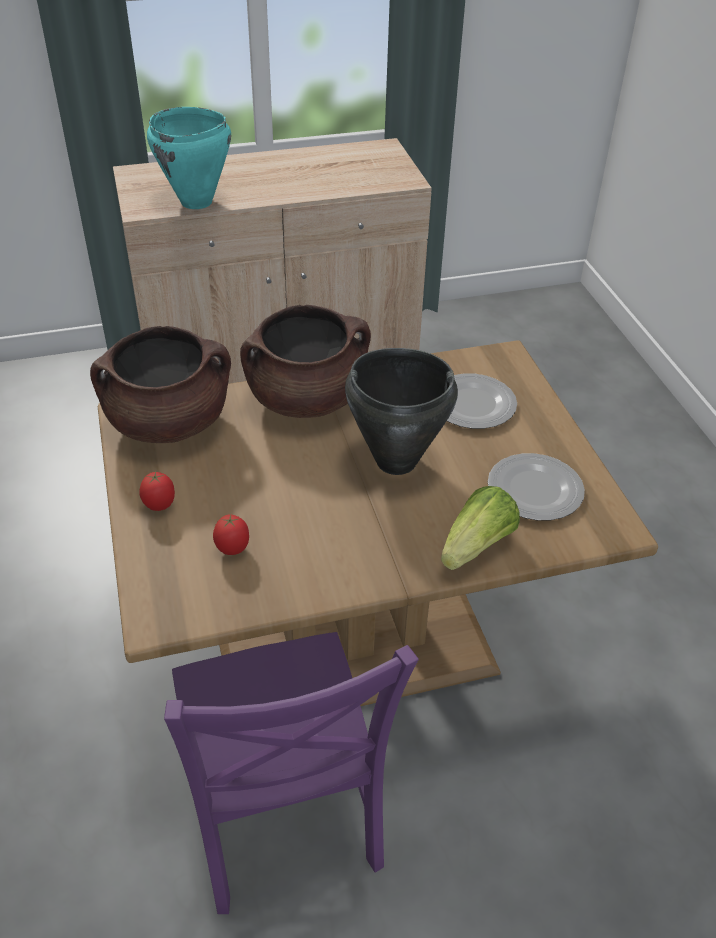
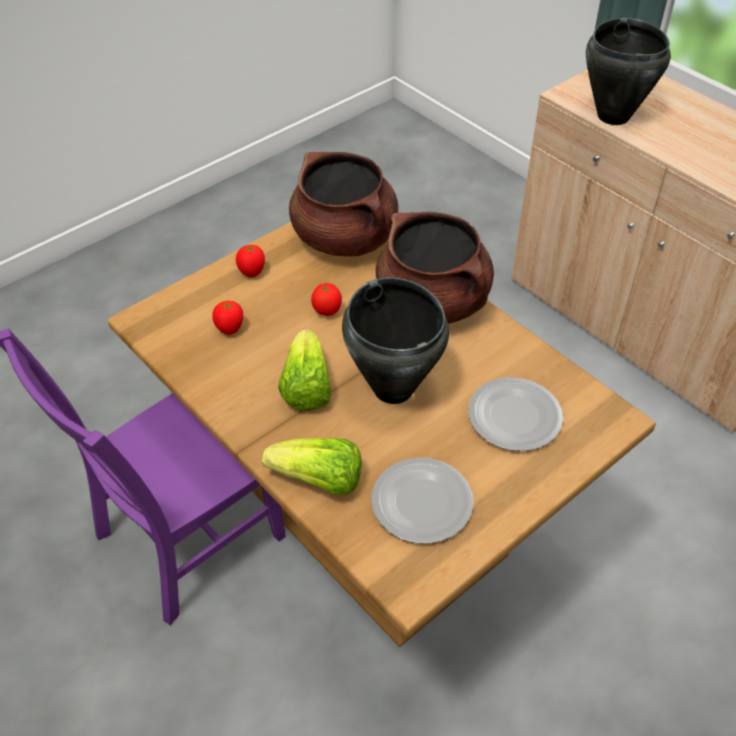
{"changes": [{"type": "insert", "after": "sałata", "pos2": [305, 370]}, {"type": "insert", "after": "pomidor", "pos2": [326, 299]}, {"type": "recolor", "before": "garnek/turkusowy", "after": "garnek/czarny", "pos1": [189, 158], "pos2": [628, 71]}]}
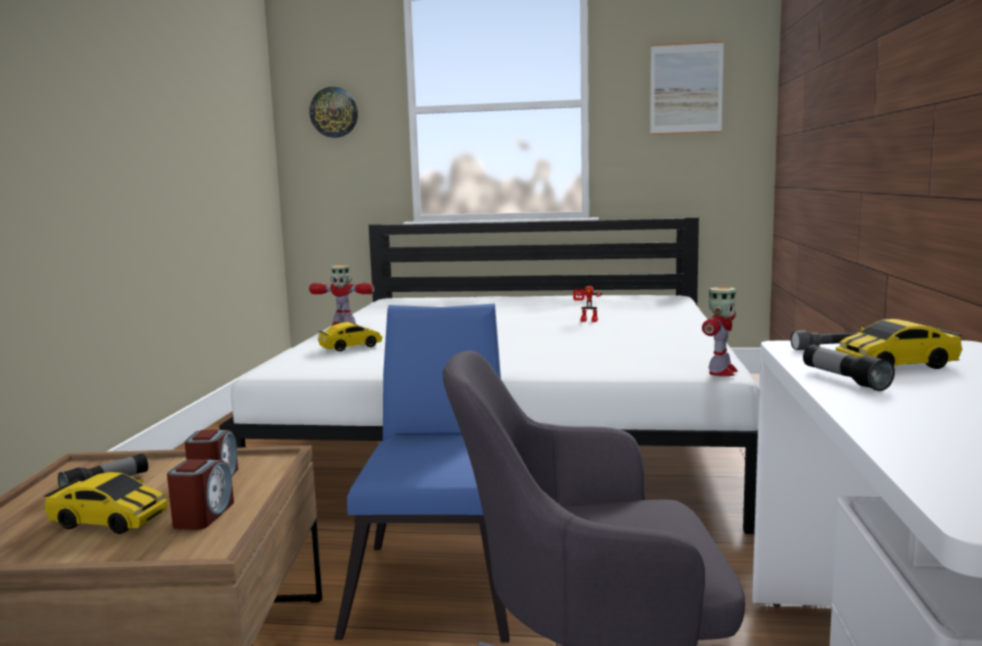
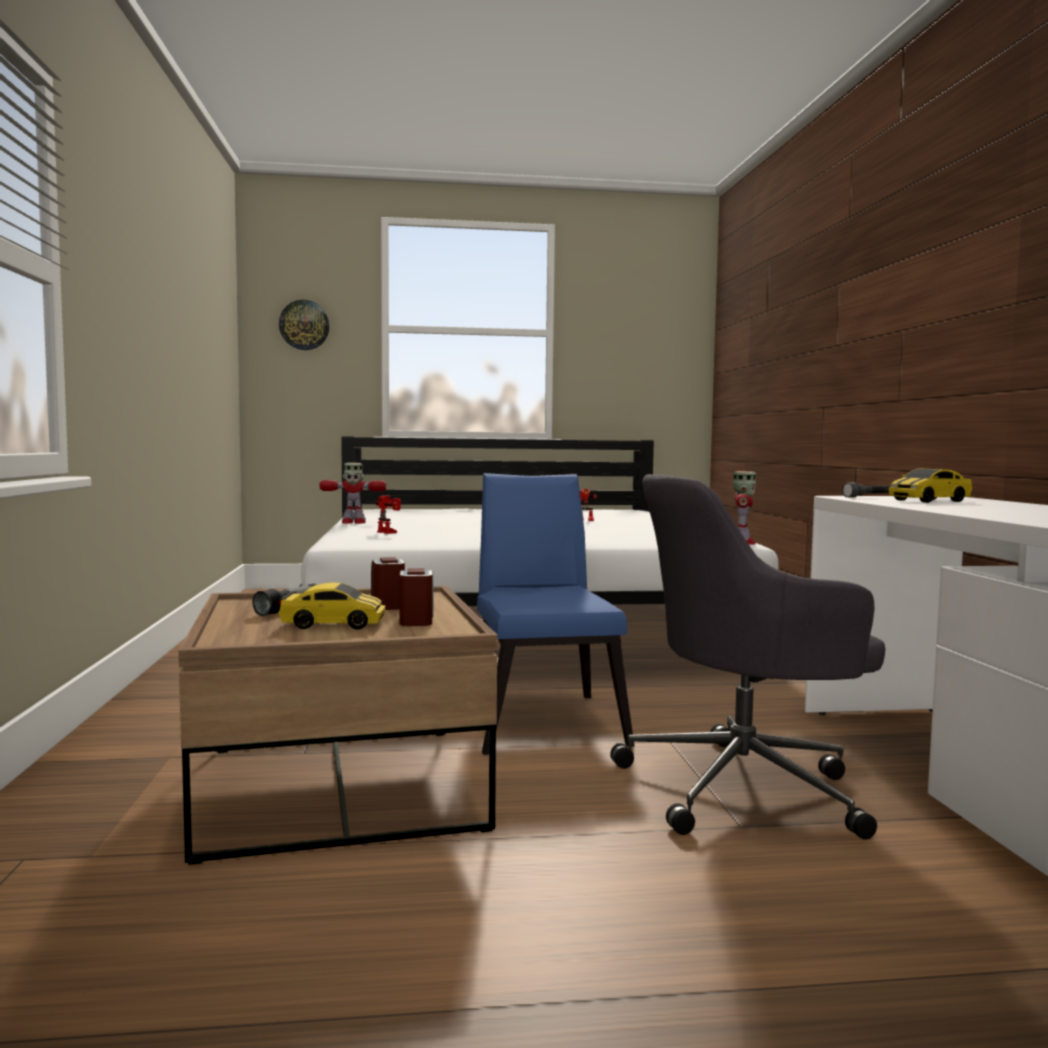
{"changes": [{"type": "delete", "before": "obraz", "pos1": [687, 87]}, {"type": "delete", "before": "latarka", "pos1": [849, 368]}, {"type": "replace", "before": "samochodzik", "after": "robot zabawkowy", "pos1": [350, 336], "pos2": [388, 515]}]}
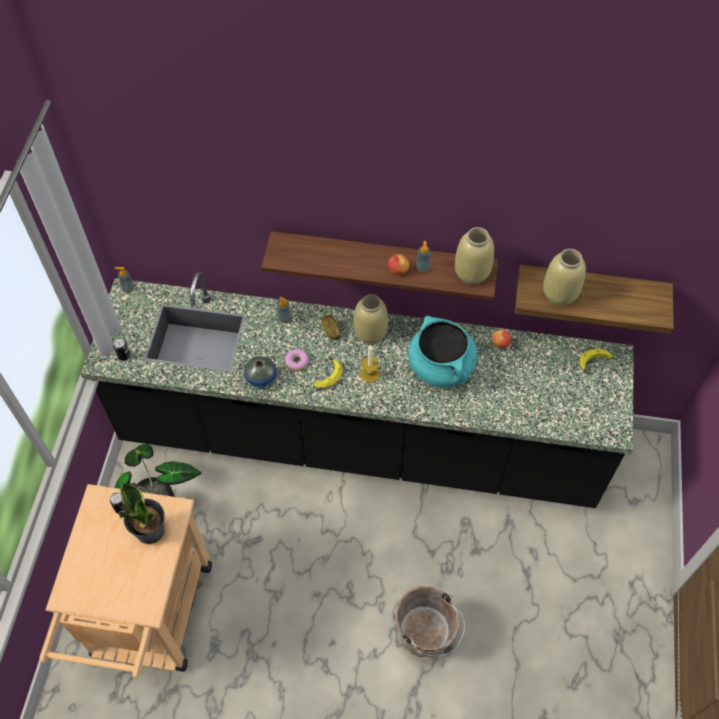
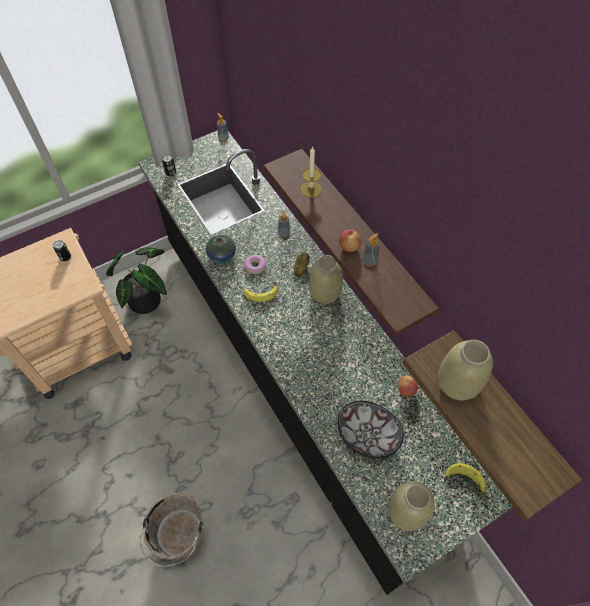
{"changes": [{"type": "delete", "before": "roślina doniczkowa", "pos1": [142, 513]}, {"type": "delete", "before": "garnek/turkusowy", "pos1": [443, 352]}, {"type": "insert", "after": "miska", "pos2": [371, 430]}, {"type": "move", "before": "świeca", "pos1": [370, 364], "pos2": [311, 172]}, {"type": "move", "before": "wazon/beżowy", "pos1": [474, 255], "pos2": [411, 506]}]}
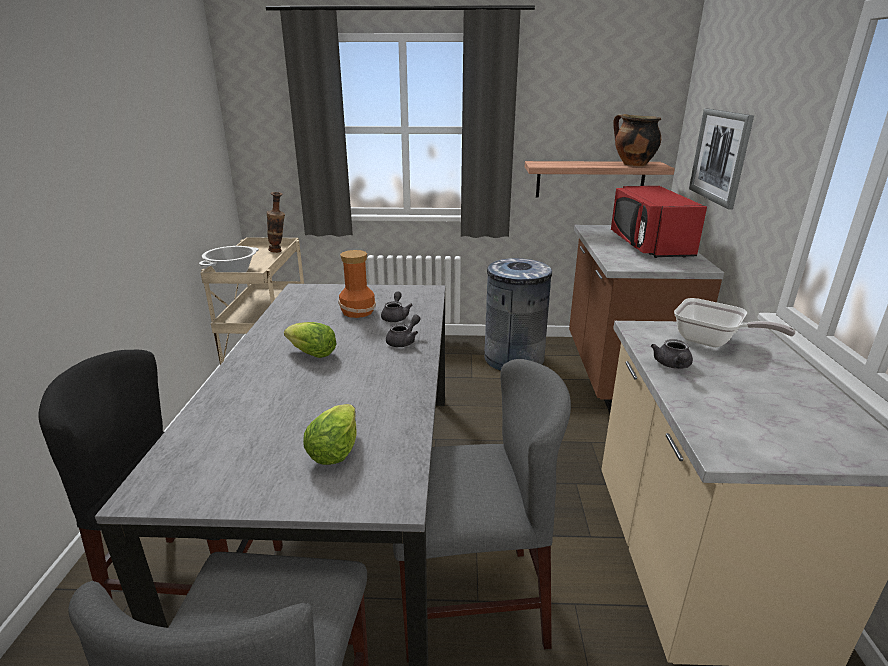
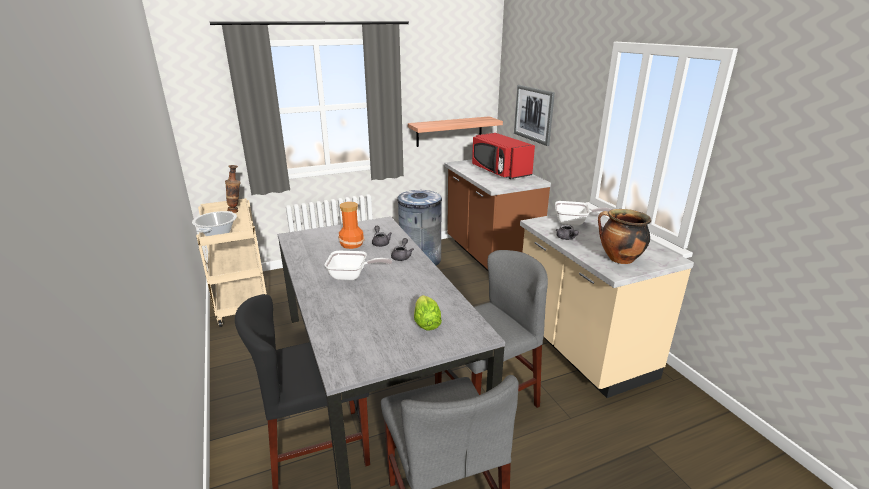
{"changes": [{"type": "move", "before": "garnek", "pos1": [637, 140], "pos2": [624, 236]}, {"type": "replace", "before": "sałata", "after": "patelnia", "pos1": [310, 340], "pos2": [358, 265]}]}
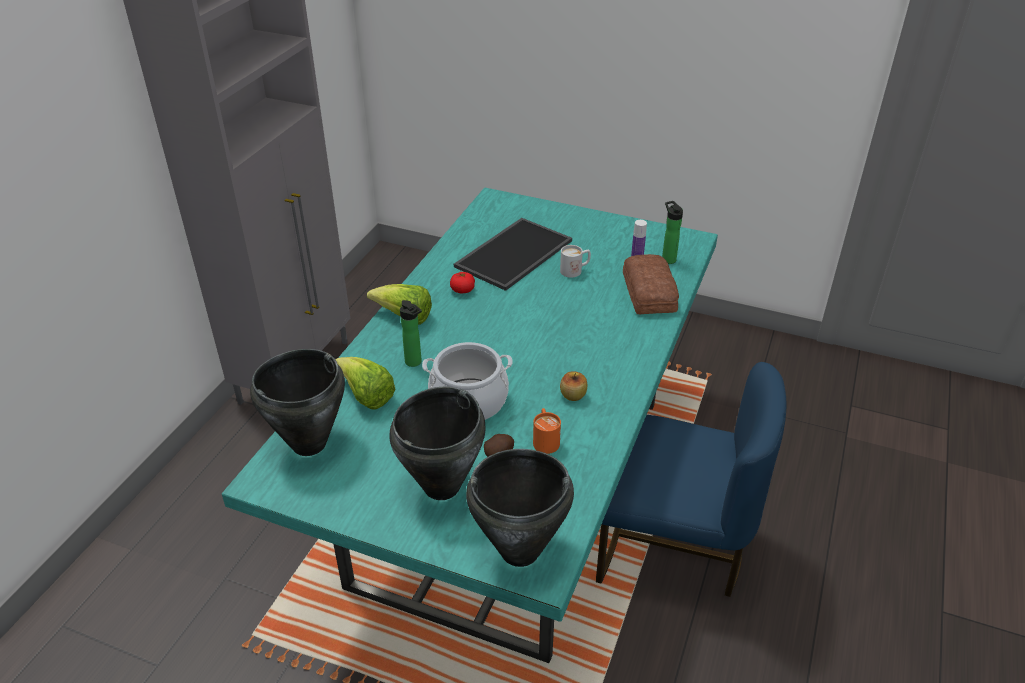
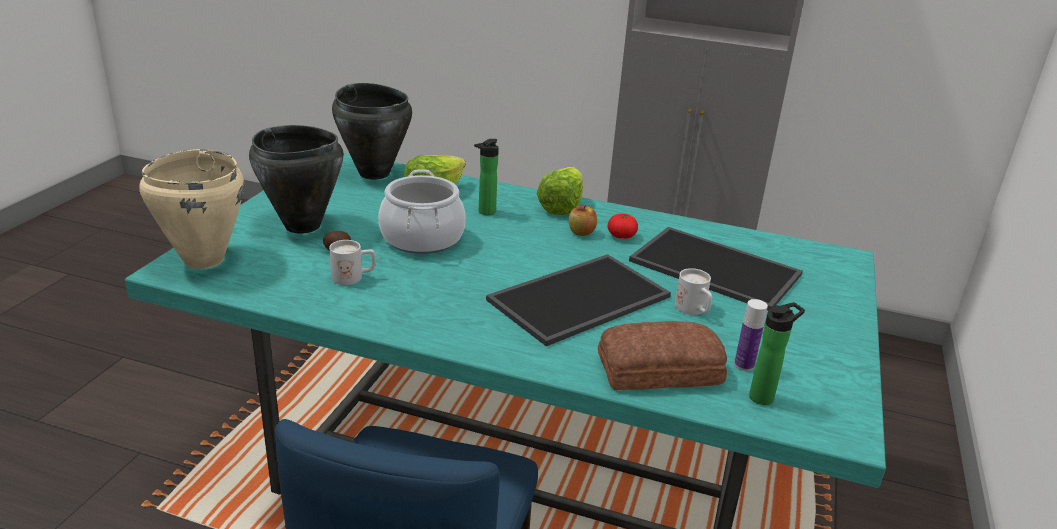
{"changes": [{"type": "insert", "after": "taca", "pos2": [578, 300]}, {"type": "move", "before": "jabłko", "pos1": [573, 386], "pos2": [583, 220]}, {"type": "recolor", "before": "garnek/czarny", "after": "garnek/beżowy", "pos1": [520, 508], "pos2": [191, 209]}, {"type": "recolor", "before": "kubek/pomarańczowy", "after": "kubek/biały", "pos1": [547, 431], "pos2": [352, 262]}]}
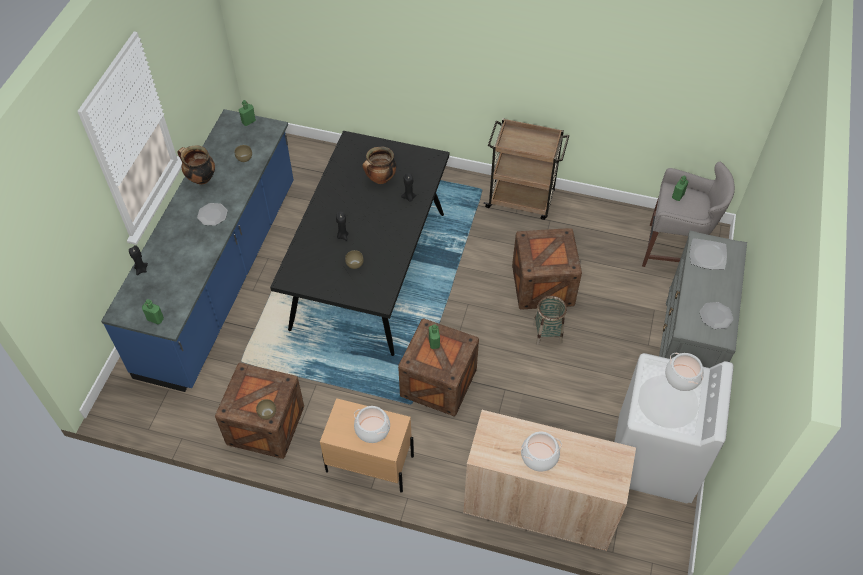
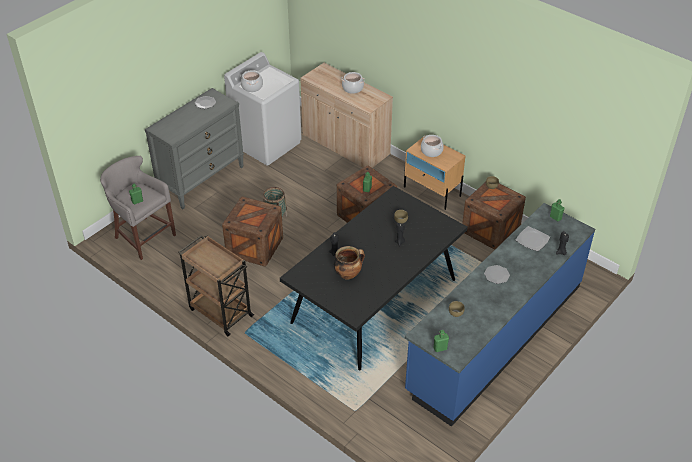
{"changes": [{"type": "delete", "before": "garnek", "pos1": [196, 165]}, {"type": "move", "before": "talerz", "pos1": [708, 254], "pos2": [532, 238]}]}
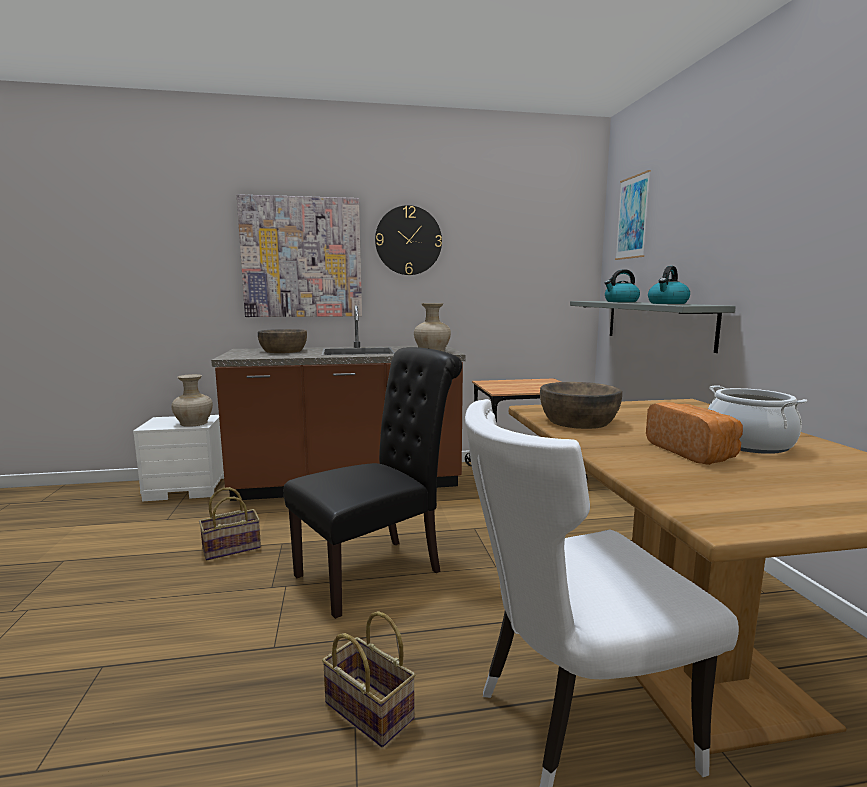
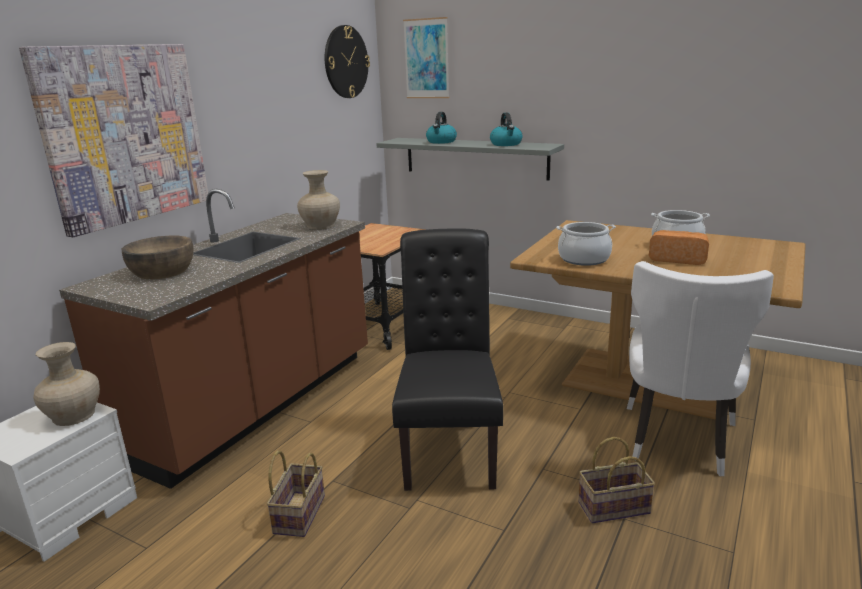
{"changes": [{"type": "move", "before": "zegar ścienny", "pos1": [408, 240], "pos2": [347, 61]}, {"type": "replace", "before": "miska/brązowy", "after": "garnek", "pos1": [581, 405], "pos2": [586, 244]}]}
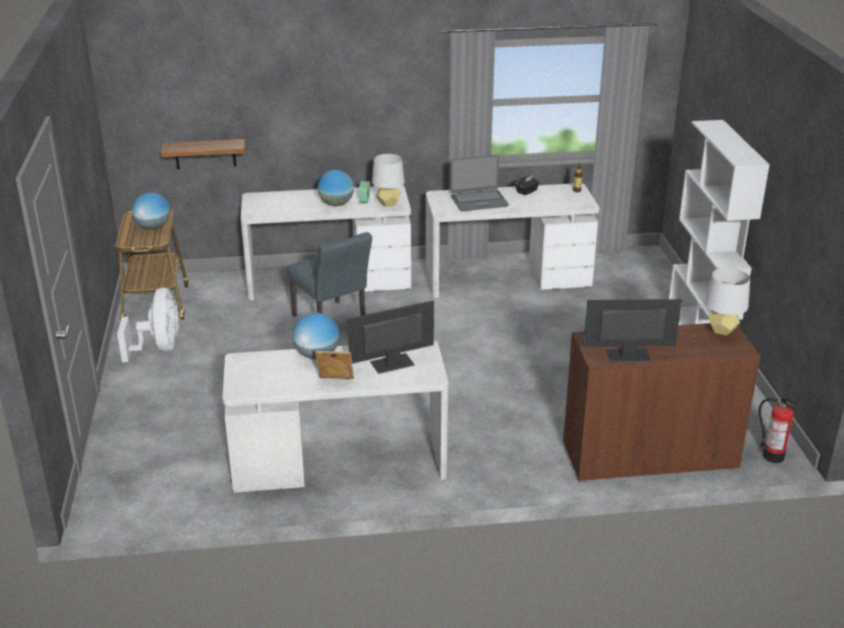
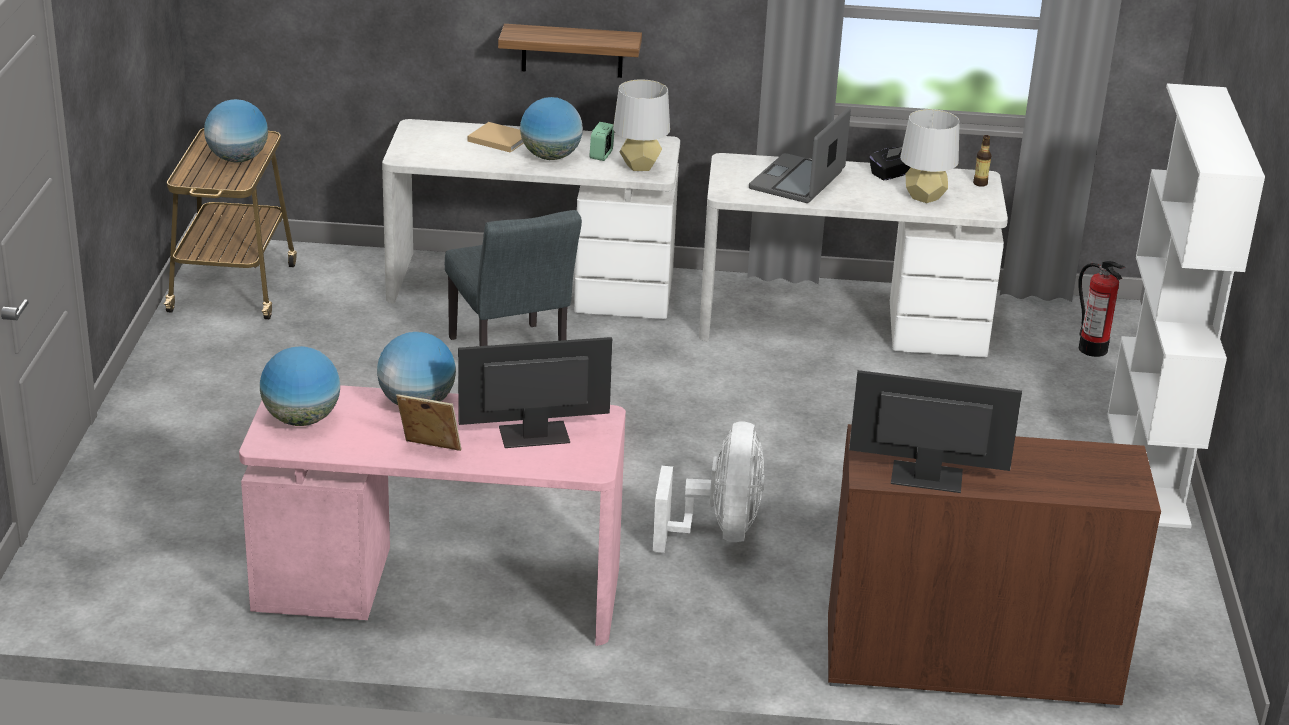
{"changes": [{"type": "insert", "after": "globus", "pos2": [300, 386]}, {"type": "insert", "after": "książka/beżowy", "pos2": [495, 137]}, {"type": "move", "before": "wentylator/biały", "pos1": [148, 325], "pos2": [709, 487]}, {"type": "move", "before": "półka", "pos1": [203, 154], "pos2": [570, 51]}, {"type": "move", "before": "lampa stołowa/szary", "pos1": [727, 302], "pos2": [930, 156]}, {"type": "move", "before": "gaśnica", "pos1": [779, 430], "pos2": [1102, 309]}, {"type": "recolor", "before": "biurko/biały", "after": "biurko/różowy", "pos1": [335, 416], "pos2": [432, 515]}, {"type": "rotate", "before": "laptop", "pos1": [479, 183], "pos2": [800, 155], "turn": 120}]}
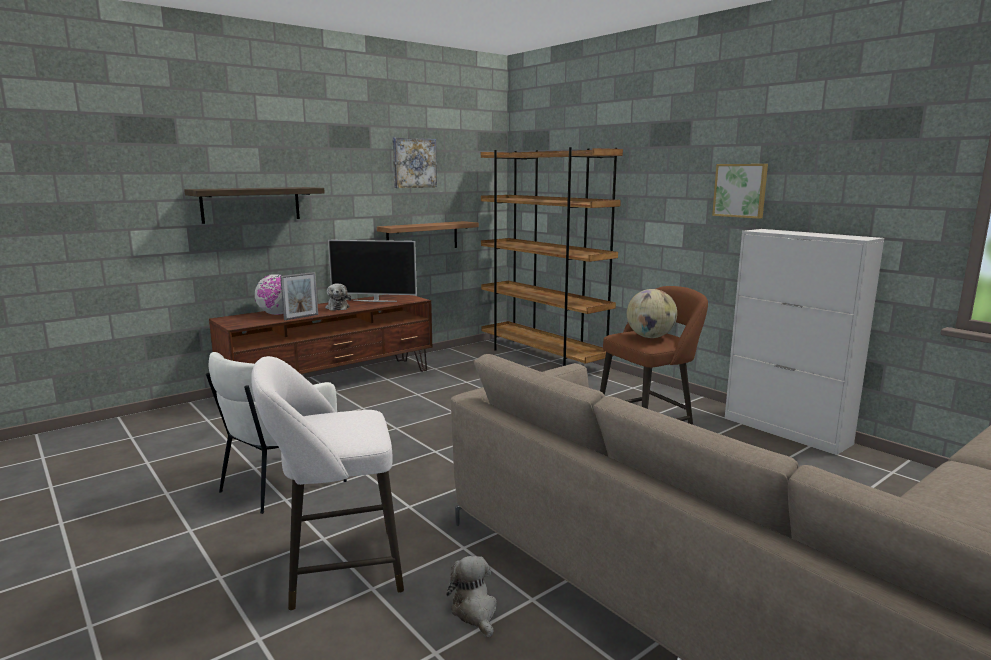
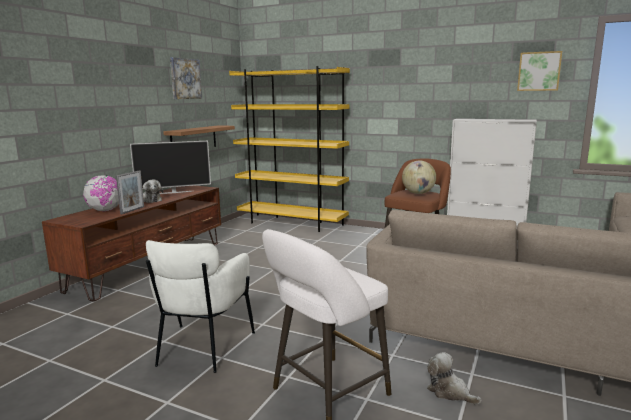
{"changes": [{"type": "delete", "before": "półka", "pos1": [254, 205]}, {"type": "move", "before": "obraz", "pos1": [740, 191], "pos2": [539, 71]}, {"type": "recolor", "before": "regał/brązowy", "after": "regał/żółty", "pos1": [552, 256], "pos2": [289, 149]}]}
